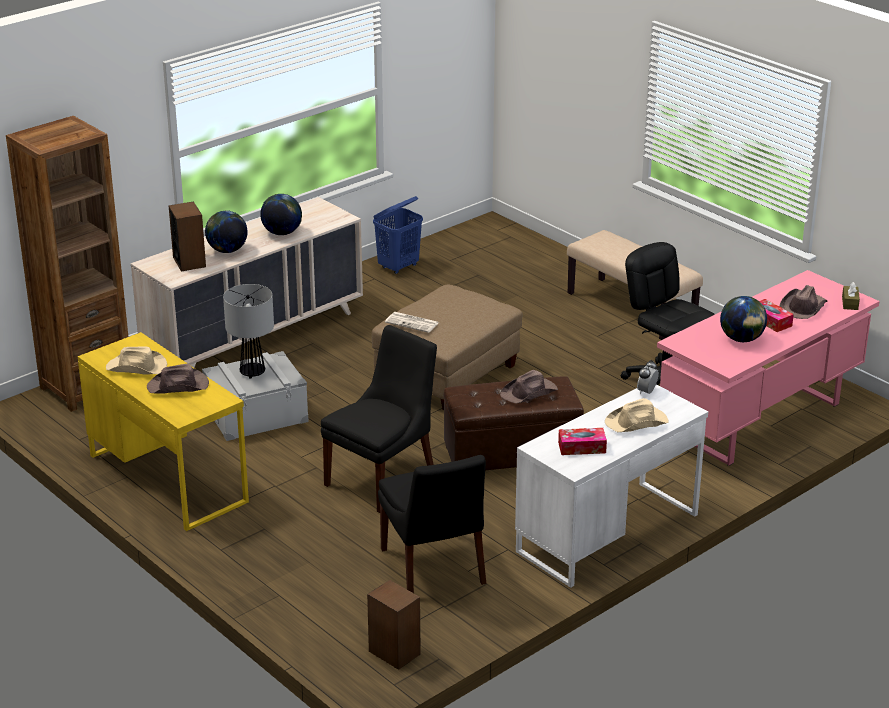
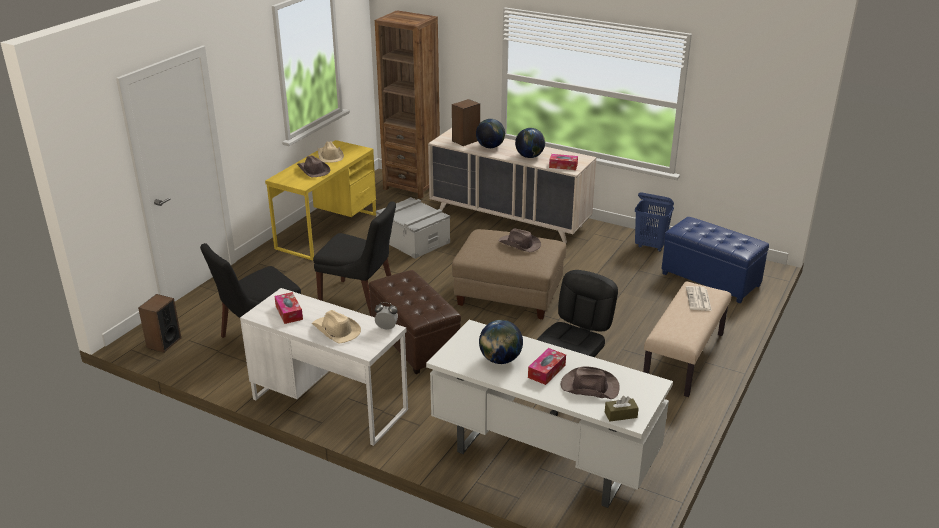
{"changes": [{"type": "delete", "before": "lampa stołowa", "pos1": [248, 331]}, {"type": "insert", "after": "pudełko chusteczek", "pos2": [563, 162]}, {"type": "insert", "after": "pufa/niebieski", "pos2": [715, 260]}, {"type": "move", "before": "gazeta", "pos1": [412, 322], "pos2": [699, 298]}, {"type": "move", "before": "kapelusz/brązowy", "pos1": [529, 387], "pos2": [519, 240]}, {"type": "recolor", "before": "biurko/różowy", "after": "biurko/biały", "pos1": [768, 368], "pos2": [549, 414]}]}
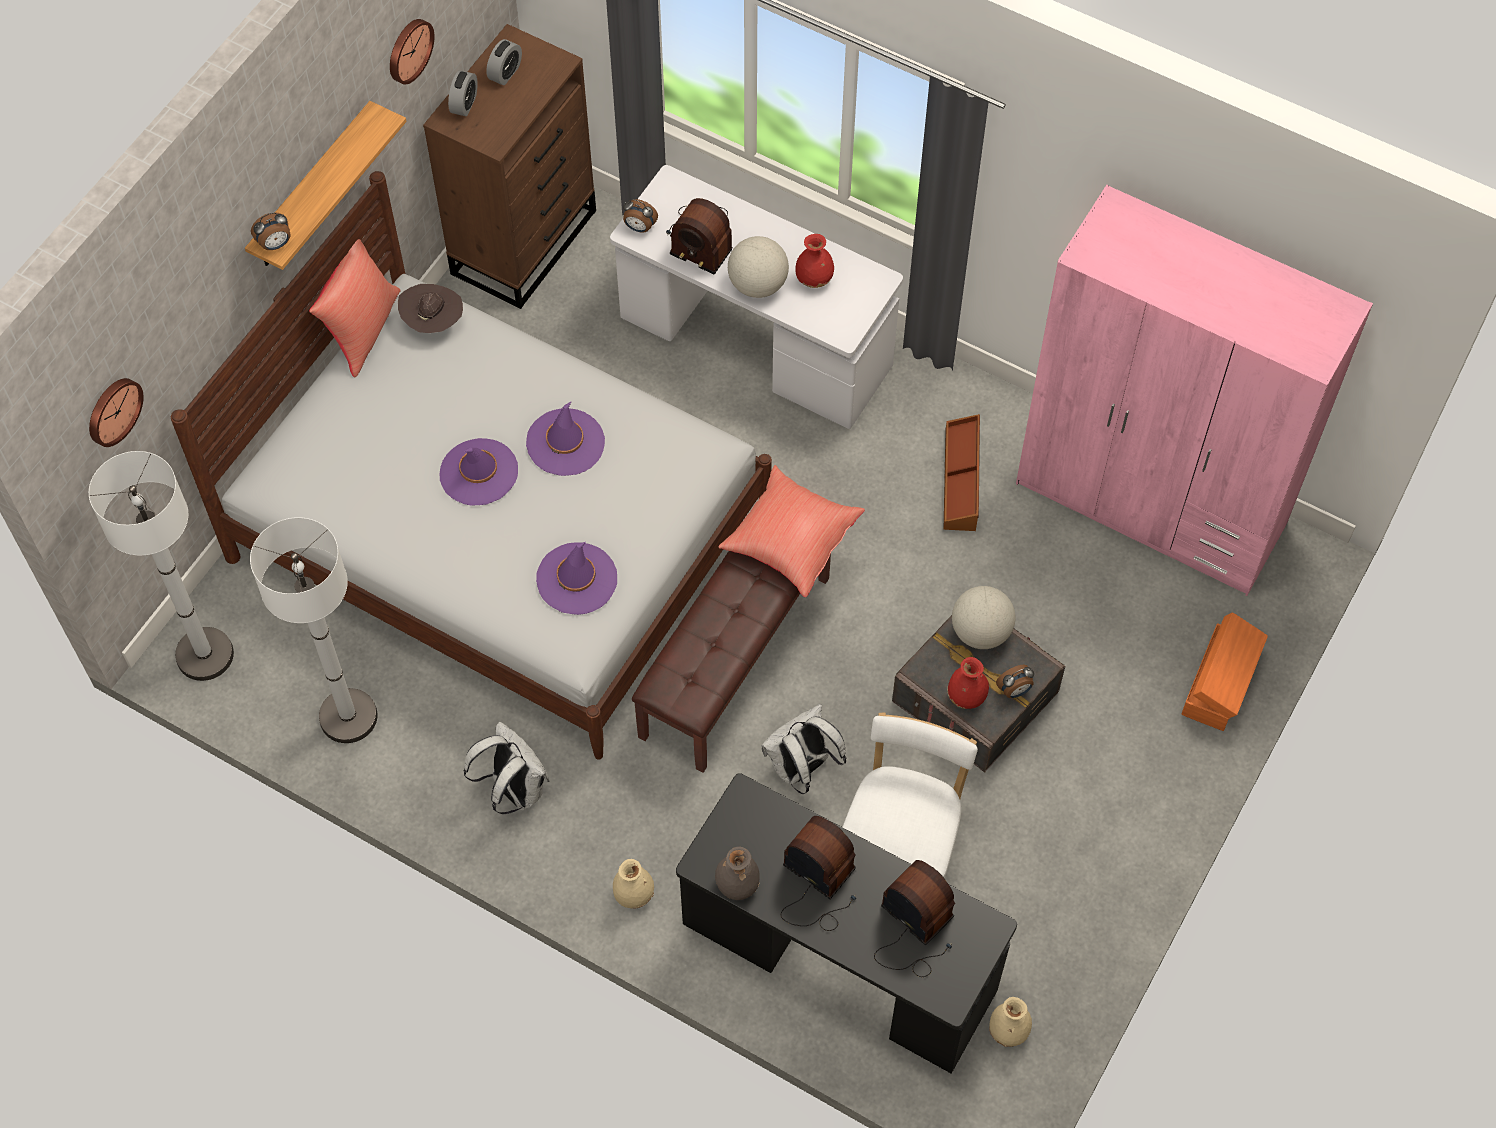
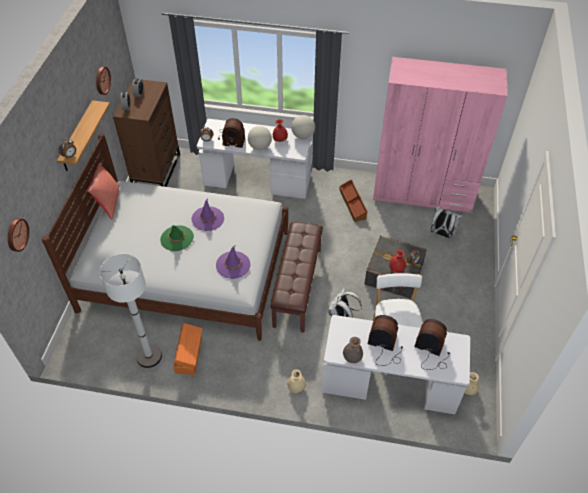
{"changes": [{"type": "delete", "before": "lampa stojąca/biały", "pos1": [161, 566]}, {"type": "delete", "before": "kapelusz/brązowy", "pos1": [430, 308]}, {"type": "delete", "before": "poduszka/czerwony", "pos1": [792, 531]}, {"type": "move", "before": "plecak/biały", "pos1": [506, 768], "pos2": [447, 222]}, {"type": "move", "before": "globus", "pos1": [984, 617], "pos2": [303, 127]}, {"type": "move", "before": "pojemnik do przechowywania/pomarańczowy", "pos1": [1224, 671], "pos2": [187, 349]}, {"type": "recolor", "before": "kapelusz/fioletowy", "after": "kapelusz/zielony", "pos1": [479, 472], "pos2": [177, 238]}, {"type": "recolor", "before": "biurko/czarny", "after": "biurko/biały", "pos1": [846, 923], "pos2": [396, 364]}]}
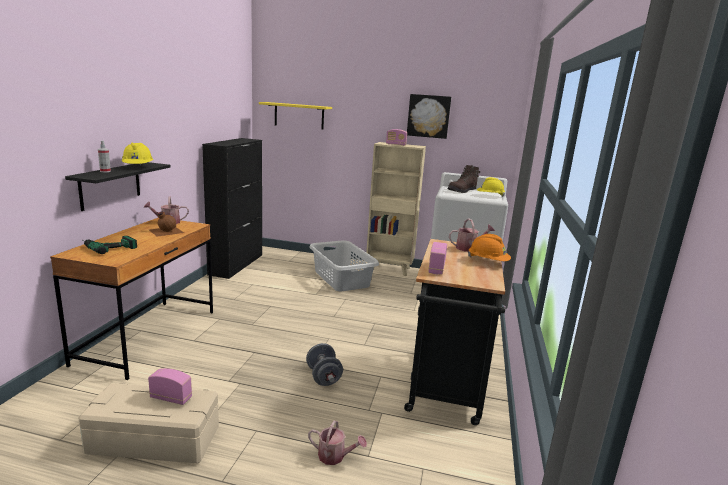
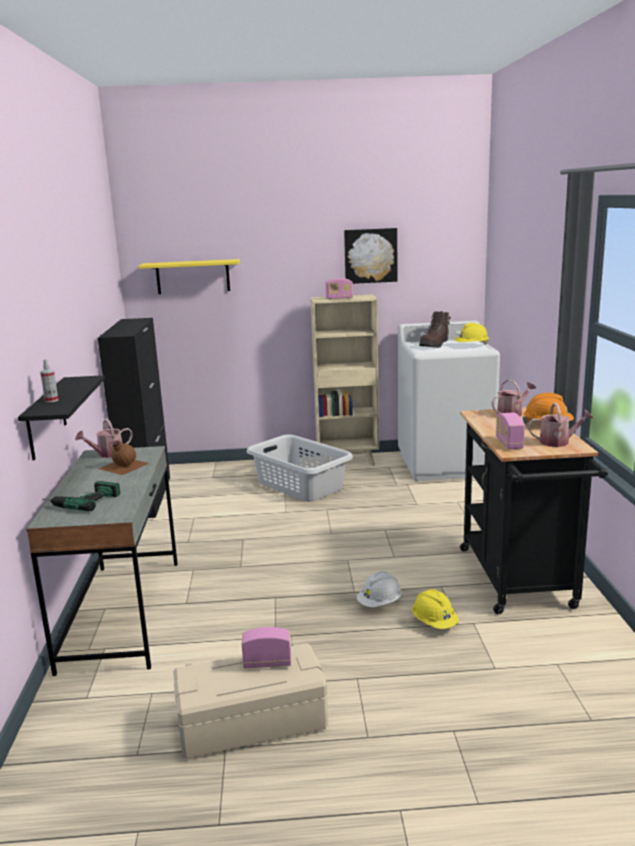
{"changes": [{"type": "move", "before": "kask/żółty", "pos1": [137, 154], "pos2": [435, 609]}, {"type": "move", "before": "konewka", "pos1": [337, 443], "pos2": [561, 425]}, {"type": "replace", "before": "hantel/szary", "after": "kask/biały", "pos1": [324, 364], "pos2": [379, 589]}, {"type": "recolor", "before": "biurko/brązowy", "after": "biurko/szary", "pos1": [131, 298], "pos2": [102, 561]}]}
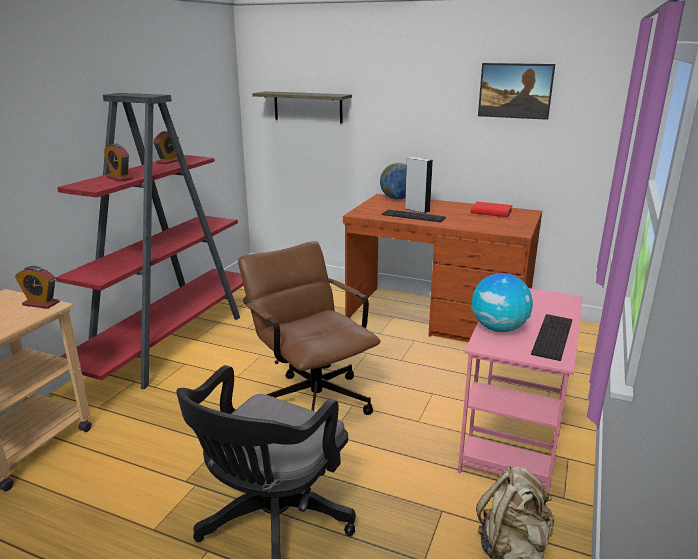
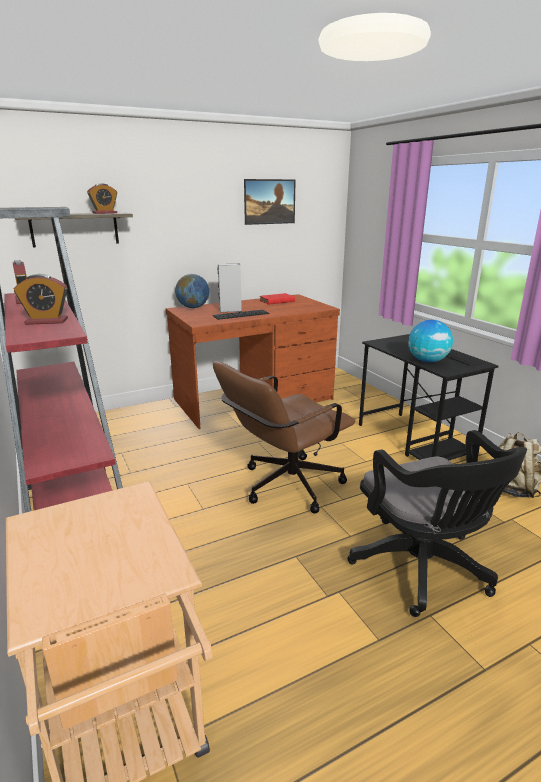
{"changes": [{"type": "move", "before": "budzik", "pos1": [37, 287], "pos2": [102, 198]}, {"type": "recolor", "before": "biurko/różowy", "after": "biurko/czarny", "pos1": [520, 391], "pos2": [428, 397]}, {"type": "rotate", "before": "krzesło biurowe/brązowy", "pos1": [309, 328], "pos2": [284, 438], "turn": -45}]}
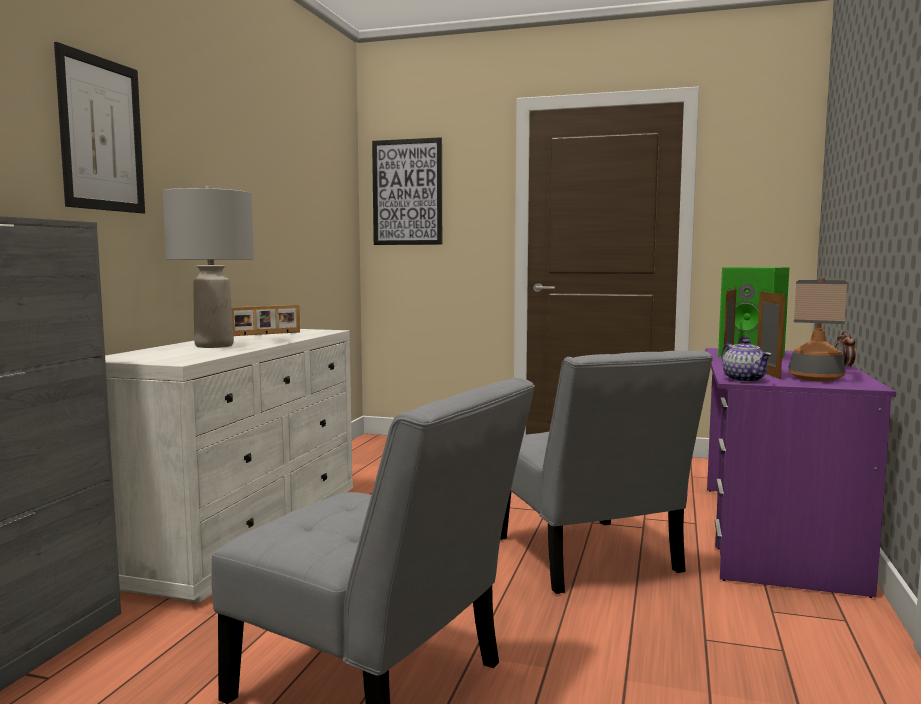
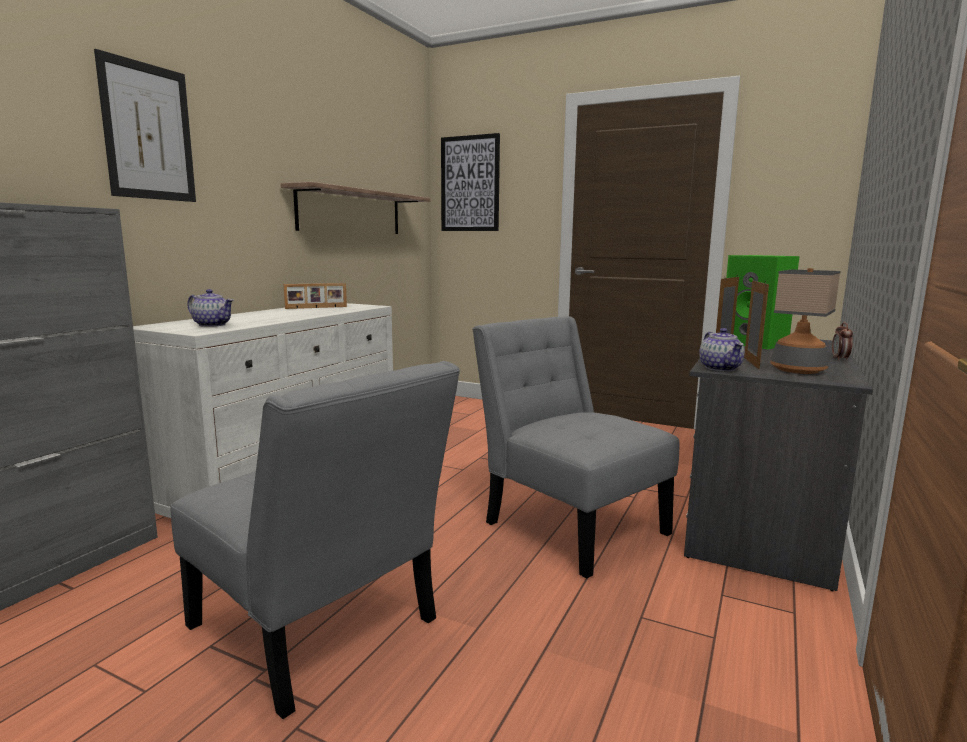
{"changes": [{"type": "delete", "before": "lampa stołowa/szary", "pos1": [208, 266]}, {"type": "insert", "after": "imbryk", "pos2": [210, 308]}, {"type": "insert", "after": "półka", "pos2": [356, 208]}, {"type": "recolor", "before": "biurko/fioletowy", "after": "biurko/szary", "pos1": [801, 473], "pos2": [778, 465]}, {"type": "rotate", "before": "krzesło/szary", "pos1": [606, 472], "pos2": [575, 447], "turn": 150}]}
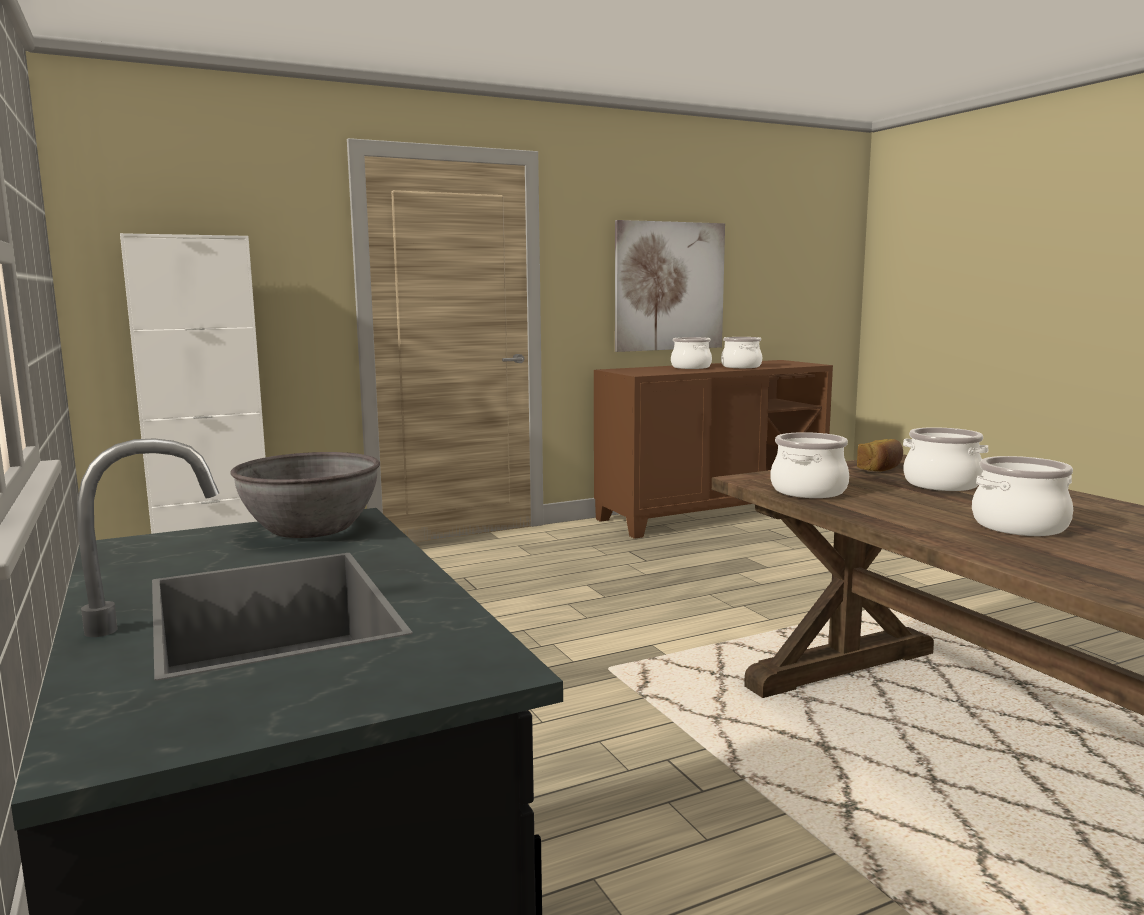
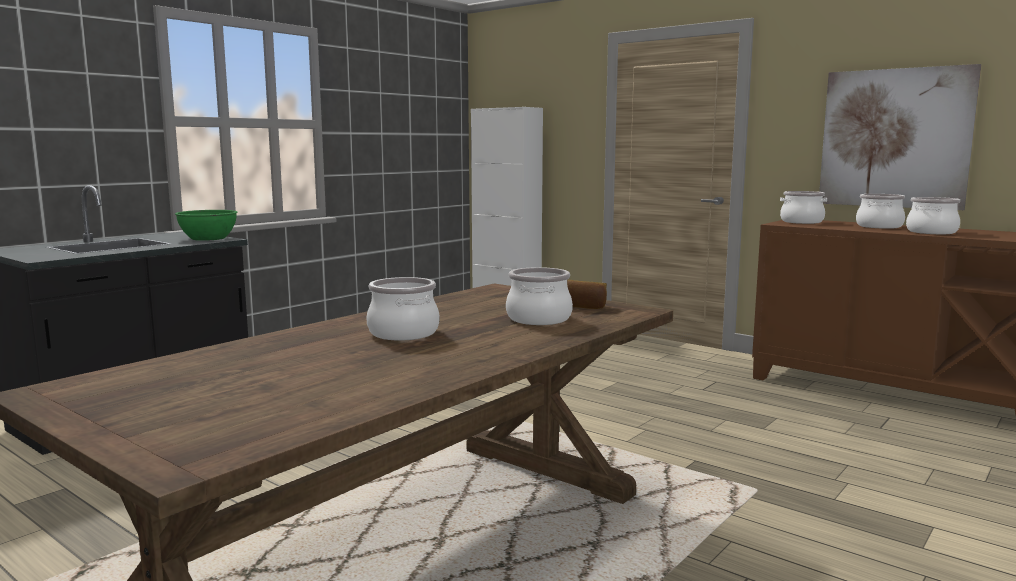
{"changes": [{"type": "move", "before": "garnek", "pos1": [809, 465], "pos2": [803, 207]}, {"type": "recolor", "before": "miska/szary", "after": "miska/zielony", "pos1": [305, 495], "pos2": [206, 225]}]}
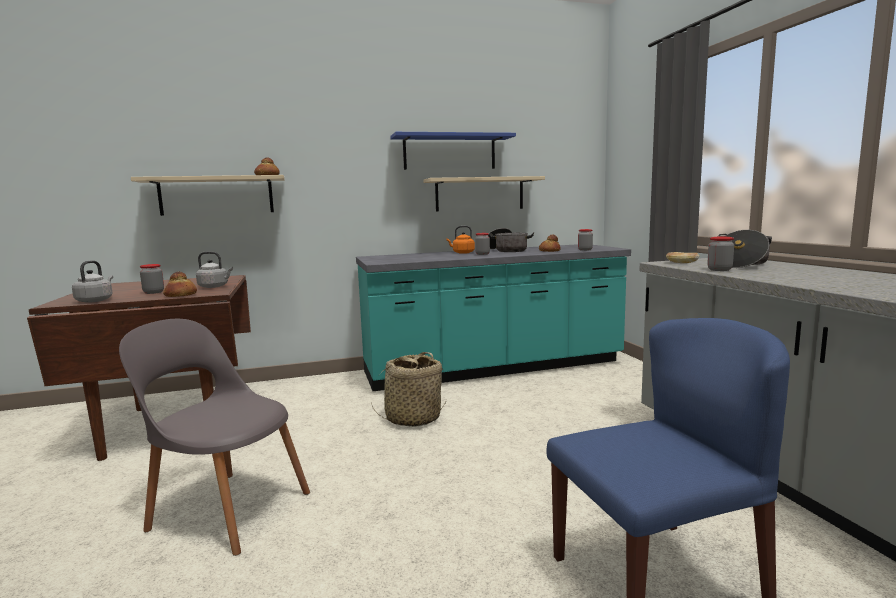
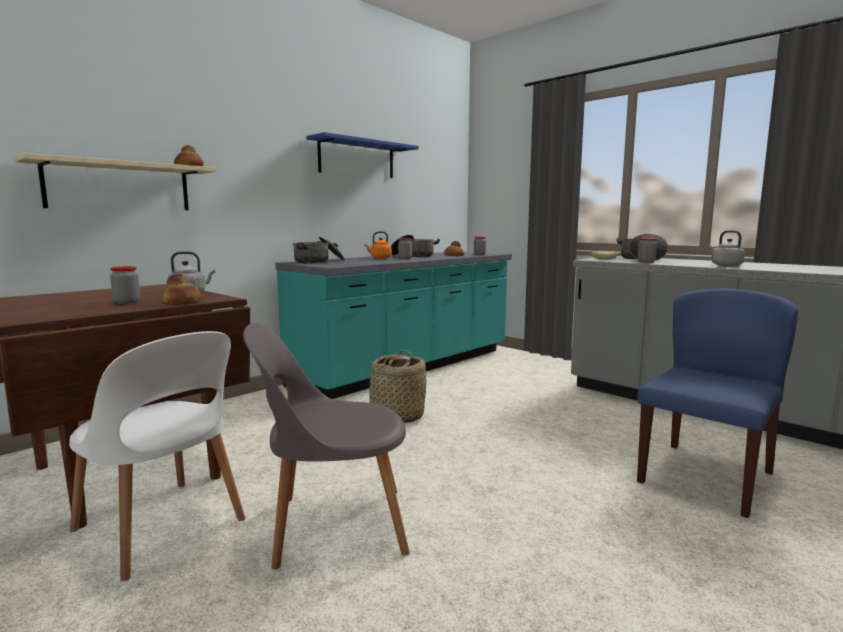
{"changes": [{"type": "delete", "before": "półka/beżowy", "pos1": [484, 194]}, {"type": "insert", "after": "krzesło/biały", "pos2": [157, 456]}, {"type": "insert", "after": "garnek", "pos2": [318, 250]}, {"type": "move", "before": "czajnik/szary", "pos1": [92, 281], "pos2": [727, 248]}]}
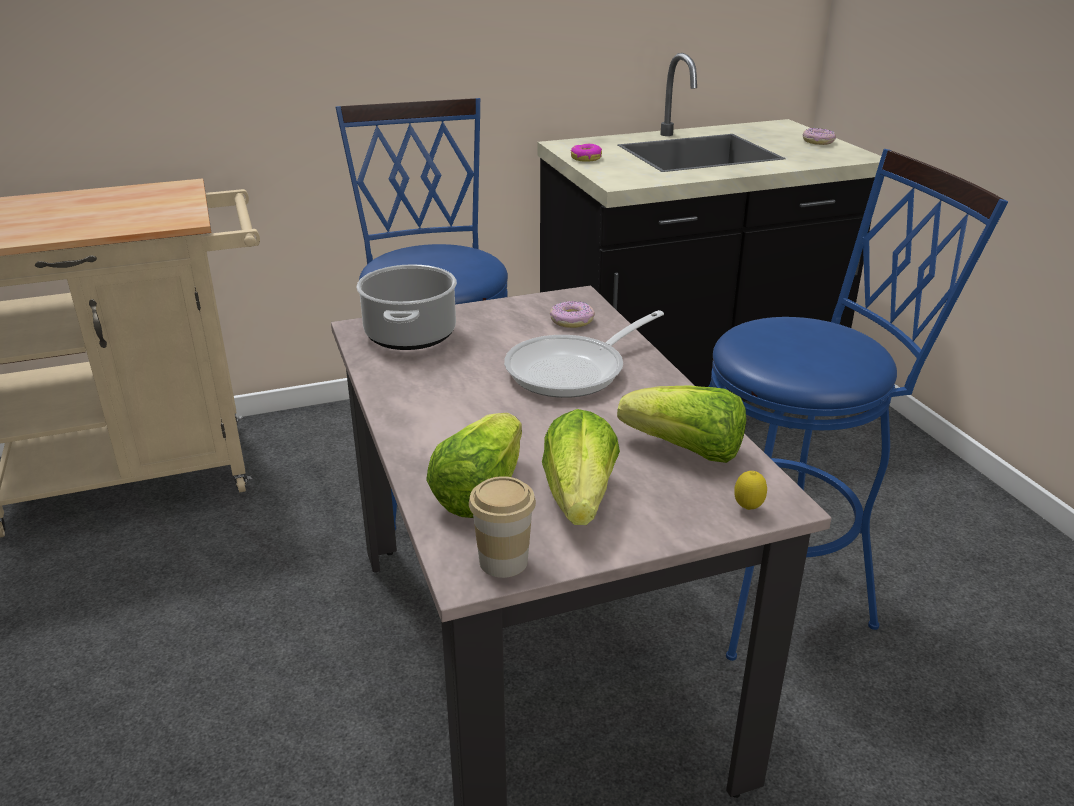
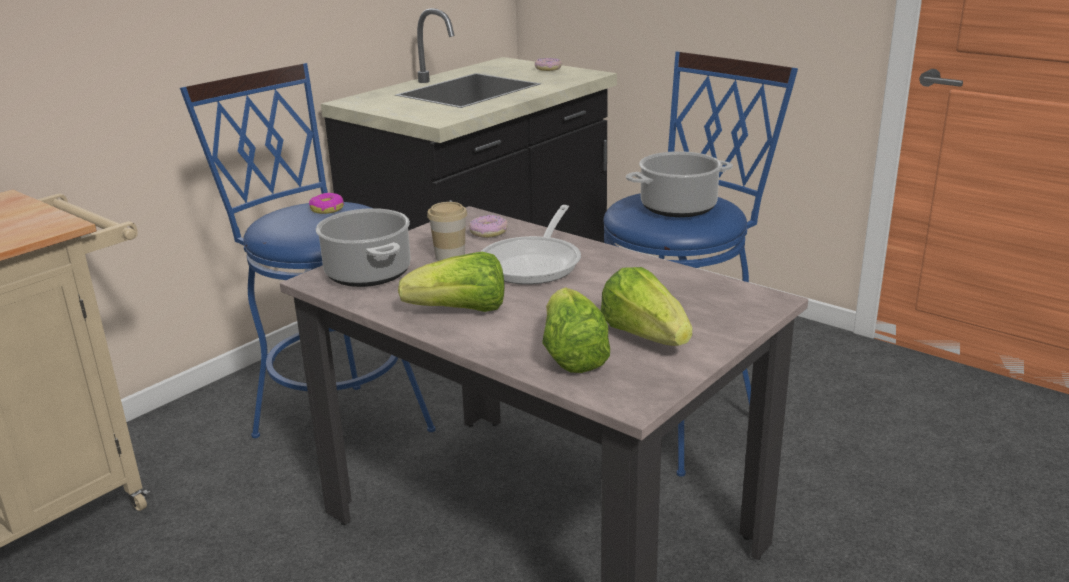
{"changes": [{"type": "delete", "before": "cytryna", "pos1": [750, 490]}, {"type": "insert", "after": "garnek", "pos2": [679, 184]}, {"type": "move", "before": "filiżanka", "pos1": [502, 527], "pos2": [447, 231]}, {"type": "move", "before": "donut", "pos1": [586, 153], "pos2": [326, 203]}, {"type": "move", "before": "sałata", "pos1": [681, 424], "pos2": [451, 282]}]}
